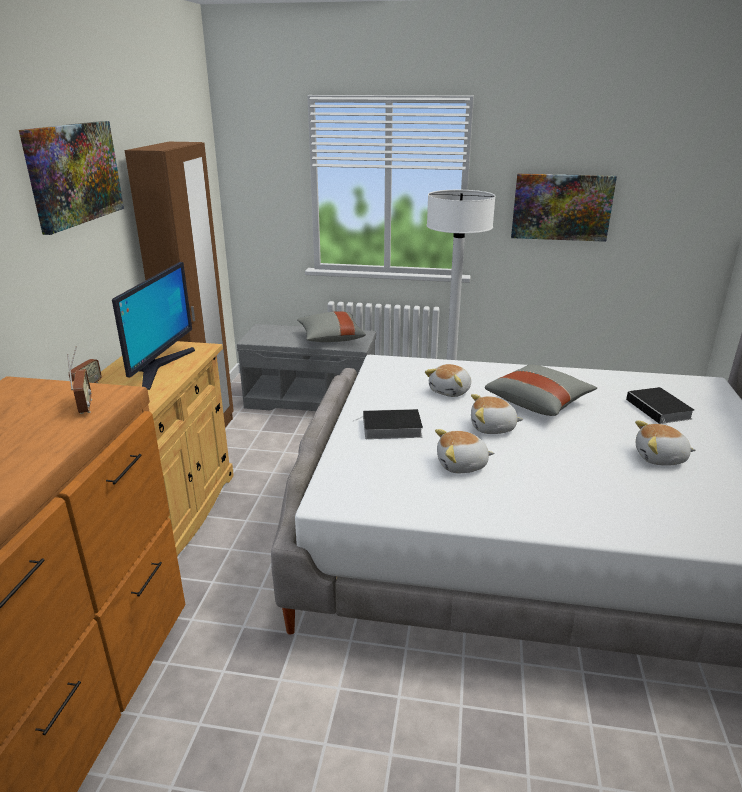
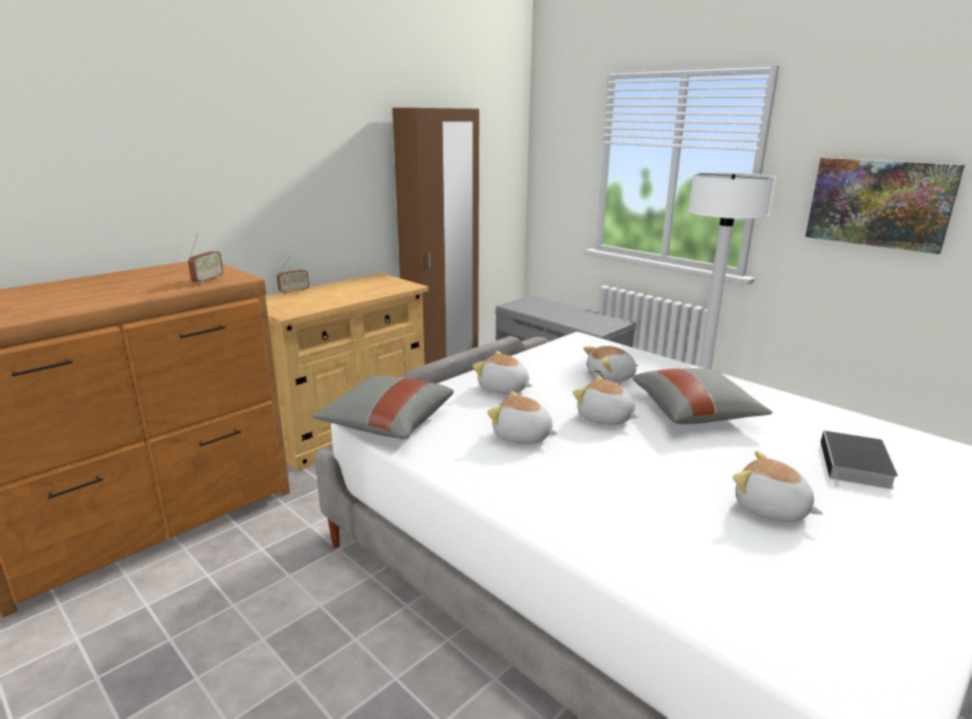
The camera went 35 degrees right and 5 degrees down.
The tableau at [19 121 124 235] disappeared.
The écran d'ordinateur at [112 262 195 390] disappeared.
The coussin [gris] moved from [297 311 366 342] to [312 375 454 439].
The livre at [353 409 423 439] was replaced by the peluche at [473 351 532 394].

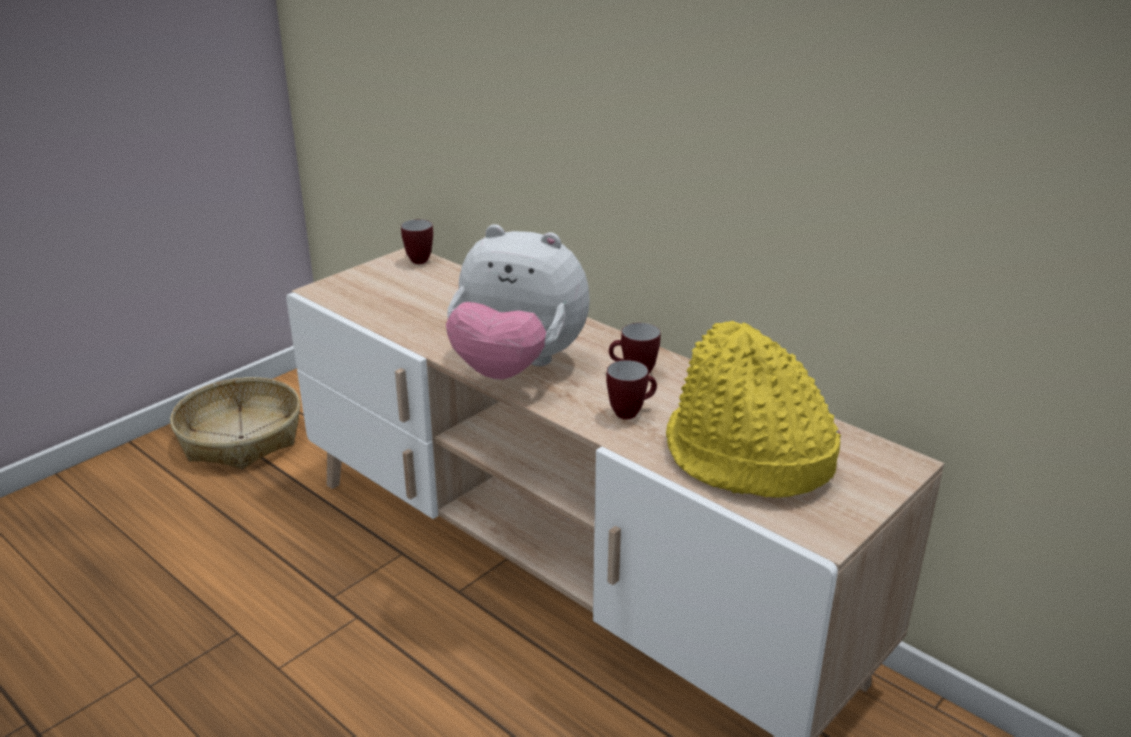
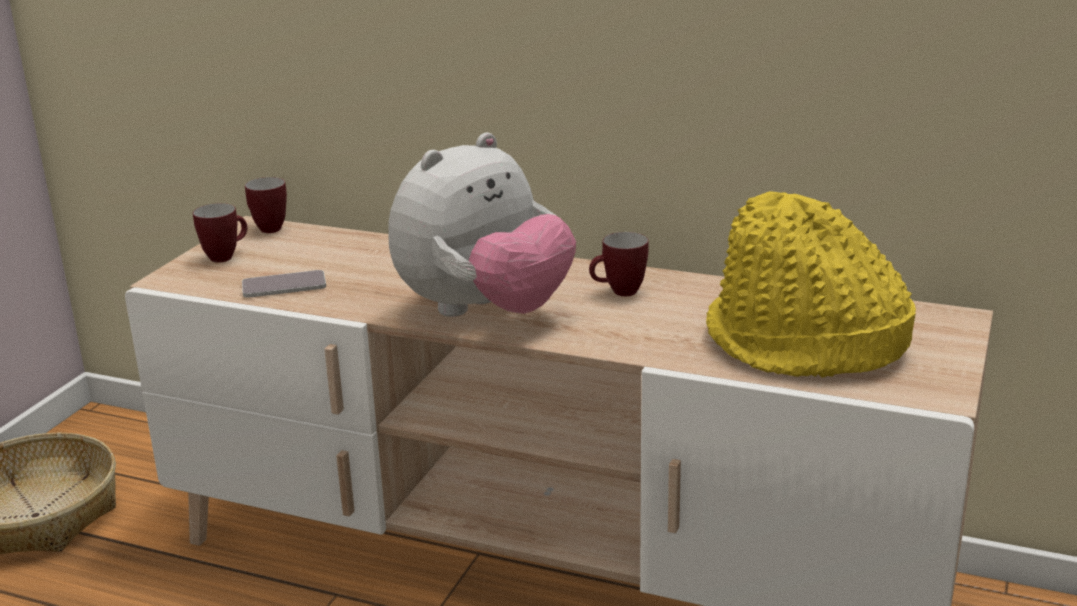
The camera went 20 degrees left and 5 degrees down.
The peluche at [446 224 590 380] turned 45 degrees counterclockwise.
The mug moved from [606 360 657 419] to [193 203 247 263].
The téléphone at [242 270 326 298] appeared.

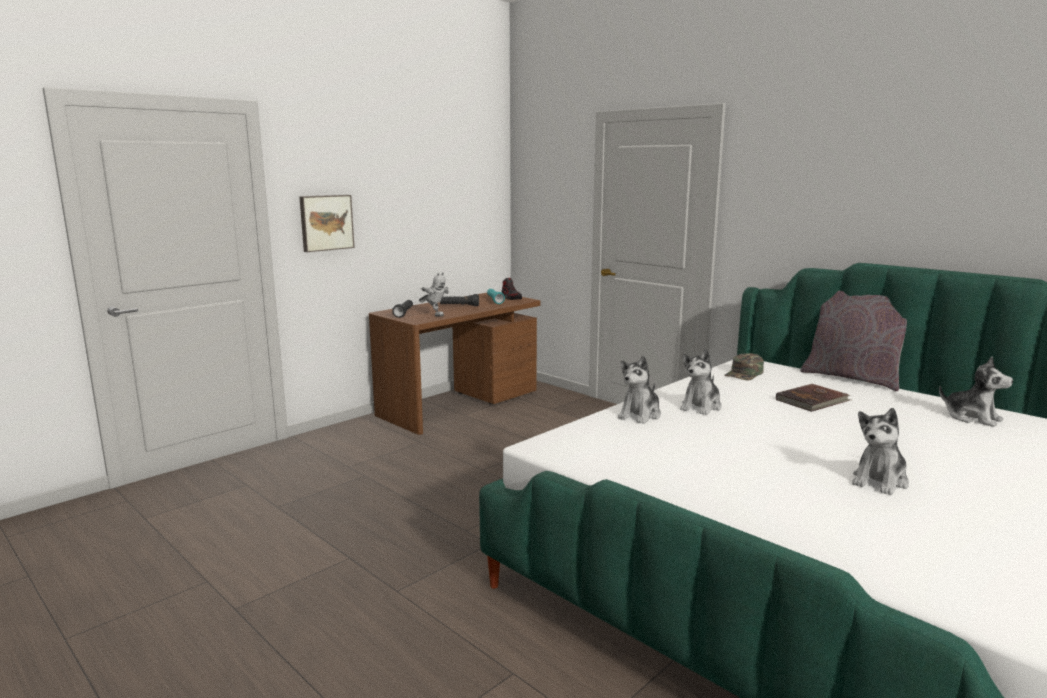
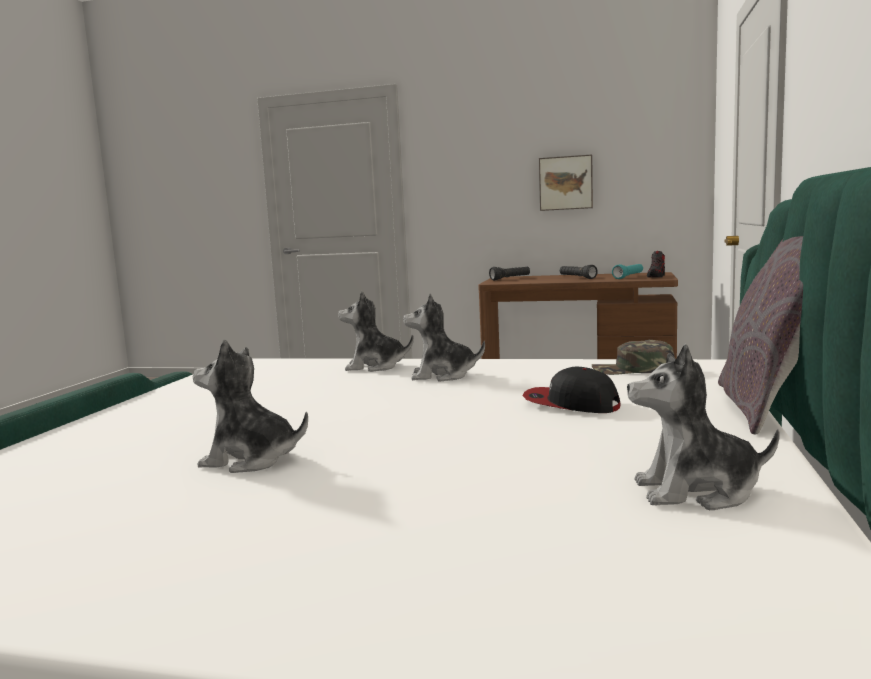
The camera went 60 degrees right and 5 degrees down.
The tableau moved from [299 195 355 252] to [539 154 593 211].
The robot jouet at [419 272 448 316] disappeared.
The livre [marron] at [776 384 851 412] was replaced by the casquette at [523 367 620 413].
The peluche at [939 357 1013 427] turned 75 degrees clockwise.

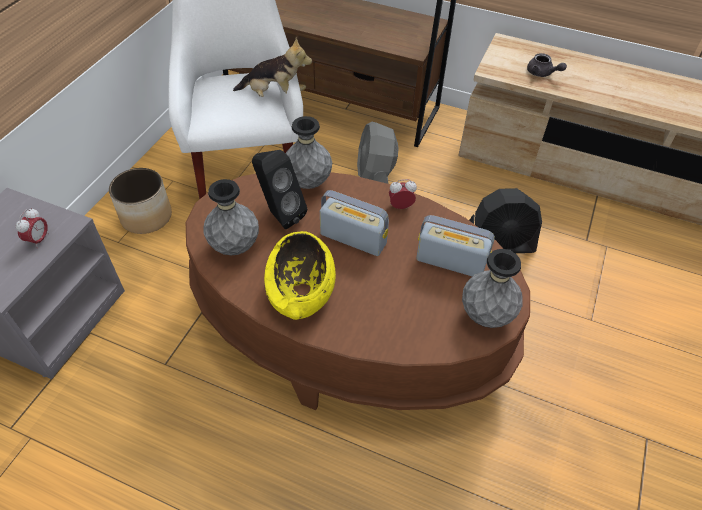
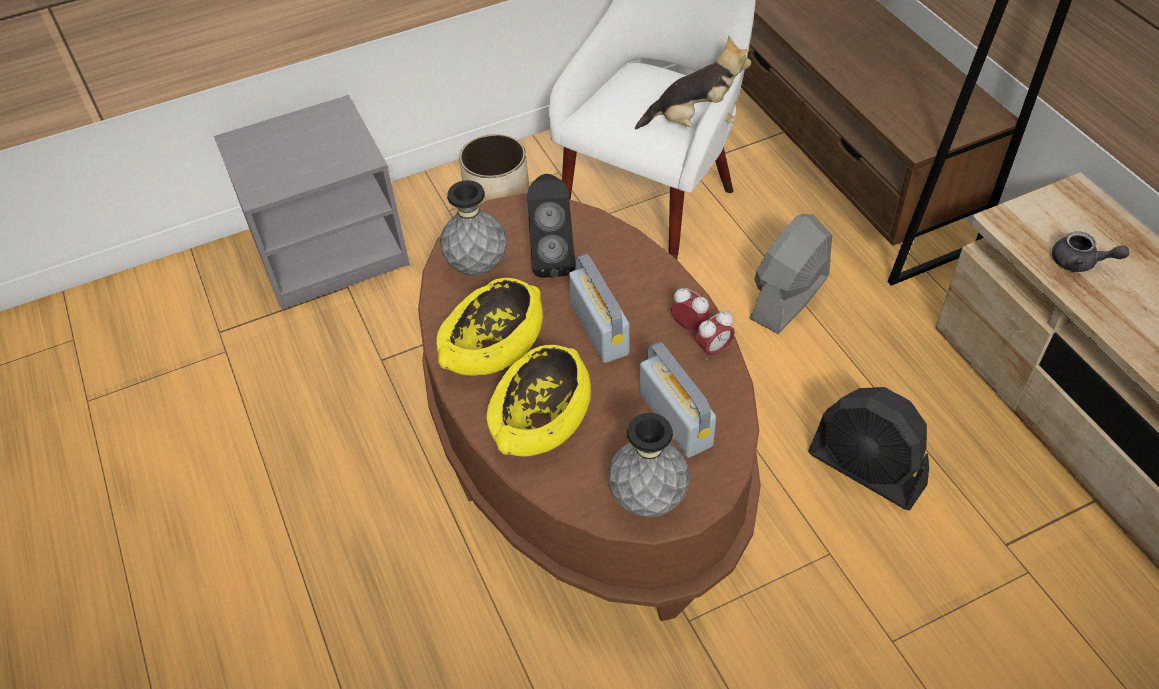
The camera went 45 degrees right and 0 degrees up.
The réveil moved from [16 208 49 248] to [695 311 735 360].
The peluche at [233 38 312 97] turned 60 degrees counterclockwise.
The vase [gris] at [286 116 332 189] disappeared.
The théière [gris] at [527 53 567 77] turned 60 degrees counterclockwise.
The bol [jaune] at [486 345 591 457] appeared.

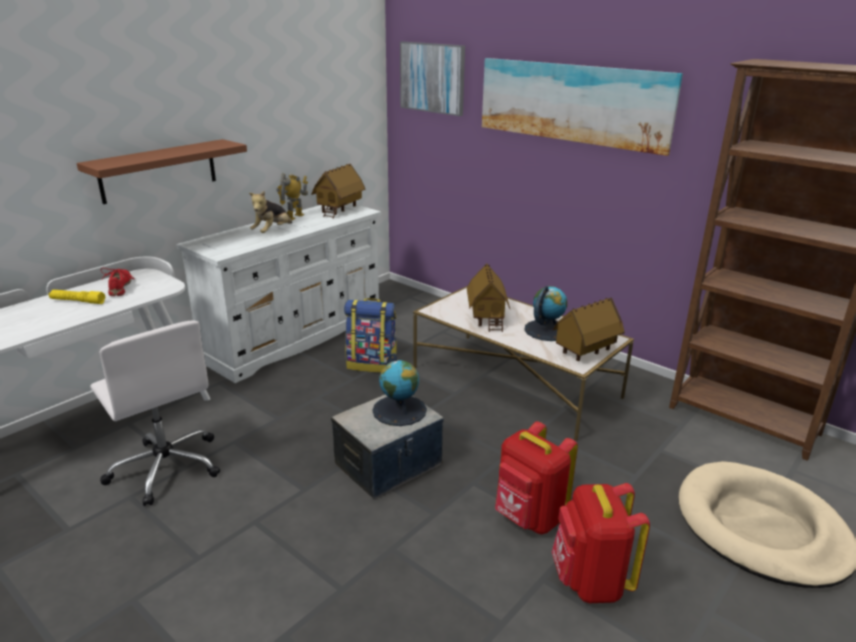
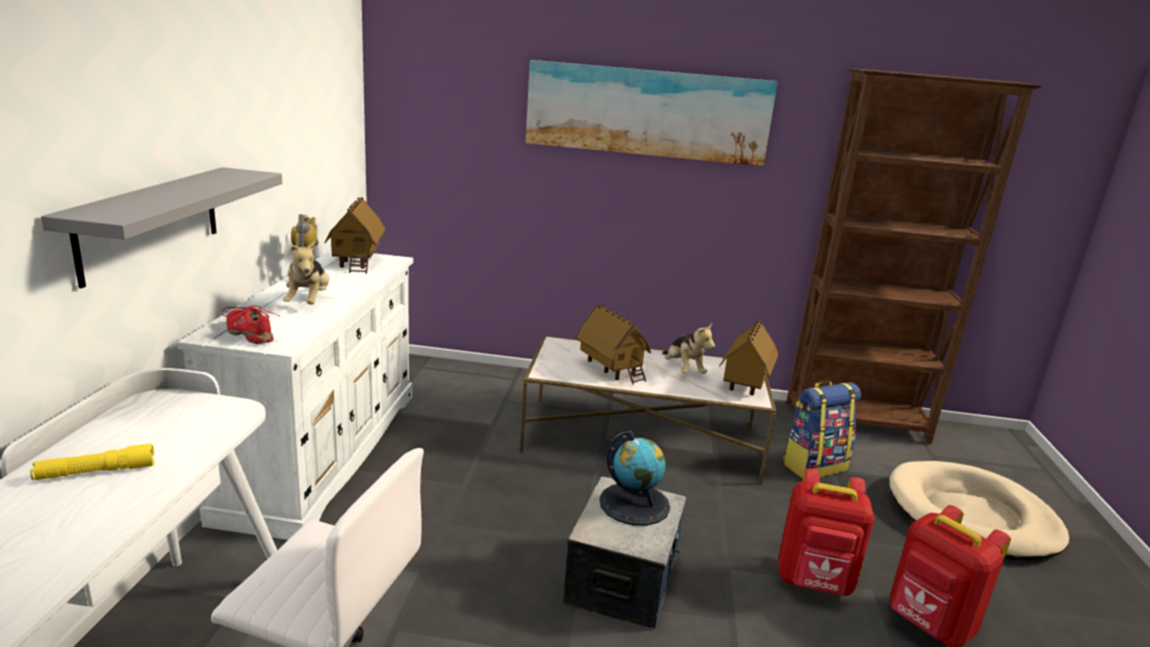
The camera went 35 degrees left and 5 degrees down.
The étagère [marron] at [77 139 247 204] became the étagère [gris] at [41 167 282 288].
The chaussure [rouge] moved from [101 268 135 296] to [222 305 279 344].
The sac à dos moved from [344 298 397 373] to [783 381 861 478].
The tableau at [400 41 465 116] disappeared.
The globe at [524 286 567 341] was replaced by the peluche at [662 323 715 373].

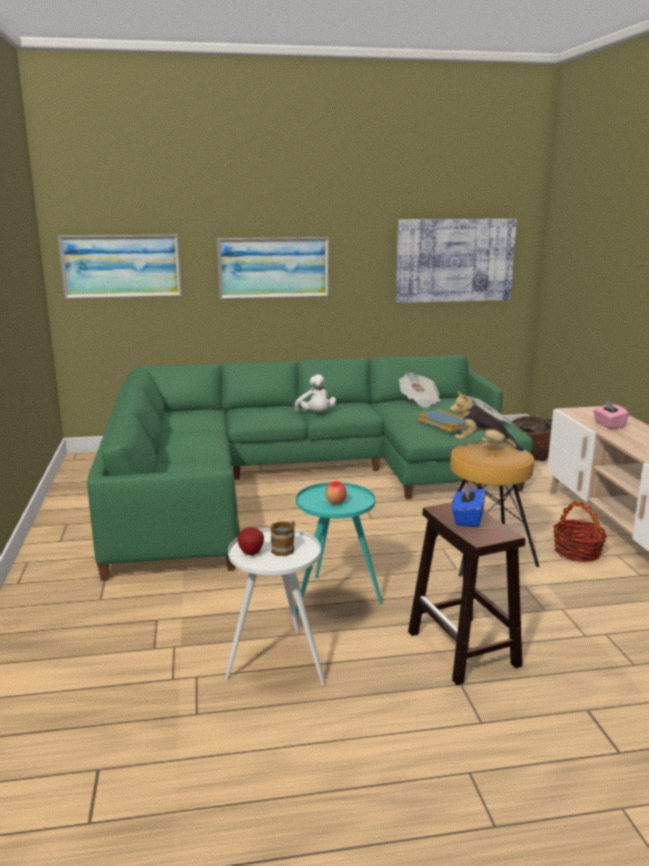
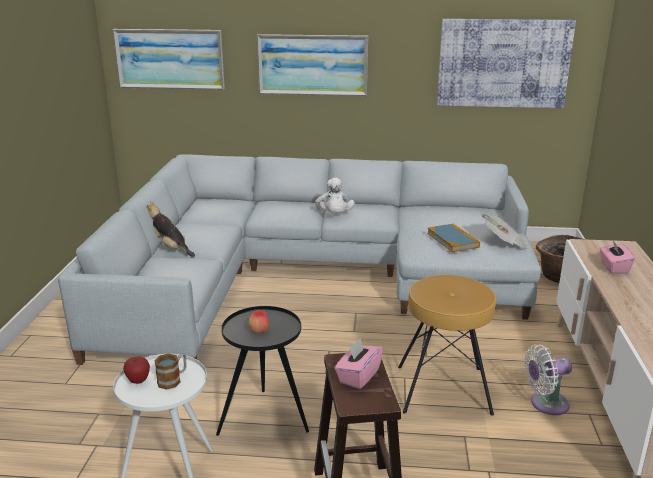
The camera went 15 degrees right and 5 degrees up.
The canapé [vert] at [87 355 533 581] became the canapé [gris] at [58 155 541 365].
The table d'appoint [turquoise] at [296 482 383 616] became the table d'appoint [noir] at [216 306 309 436].
The journal at [399 373 441 408] disappeared.
The peluche moved from [450 391 524 451] to [147 201 195 257].
The boîte à mouchoirs [bleu] at [452 482 486 527] became the boîte à mouchoirs [rose] at [334 338 383 389].
The panier at [553 501 608 562] was replaced by the ventilateur [blanc] at [524 344 572 415].

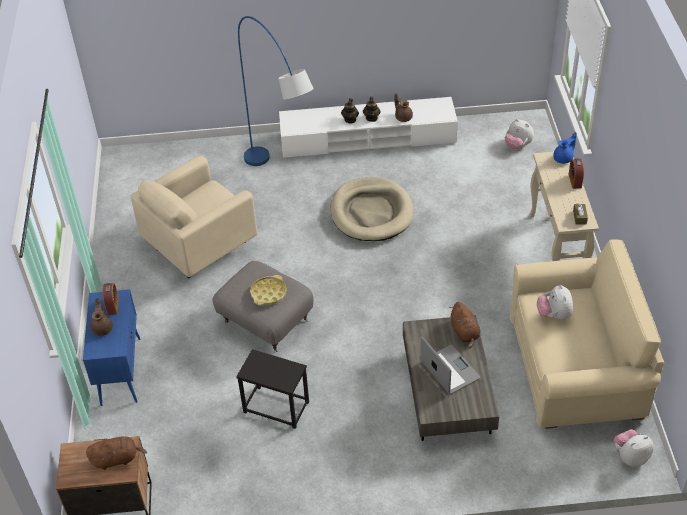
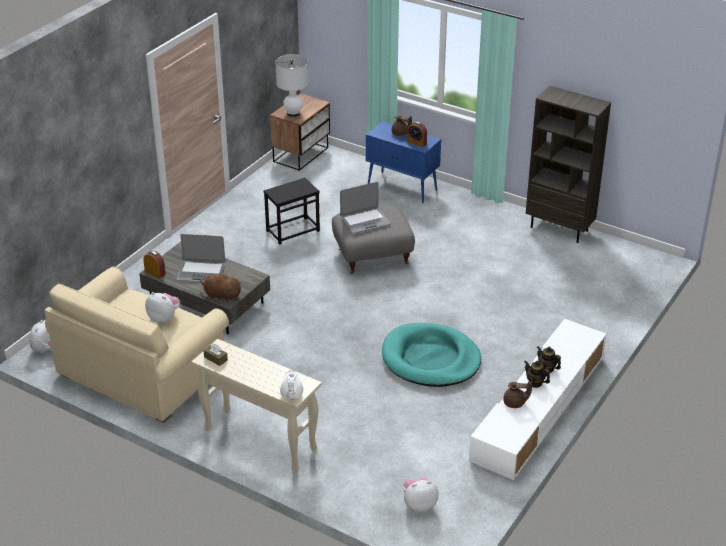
The camera went 125 degrees right and 10 degrees down.
The peluche [marron] at [86 436 147 470] was replaced by the lampe de table [blanc] at [275 54 309 117].
The fauteuil [beige] at [131 156 257 278] disappeared.
The lampadaire [bleu] at [238 16 314 166] disappeared.
The plateau [jaune] at [250 275 287 305] was replaced by the ordinateur portable at [340 182 391 233].
The panier pour chien [beige] at [331 177 414 241] became the panier pour chien [turquoise] at [382 323 481 387].
The théière [bleu] at [553 132 577 164] became the théière [blanc] at [280 370 303 399].
The réveil moved from [568 158 584 189] to [143 251 166 279].
The bibliothèque [marron] at [526 85 611 243] appeared.

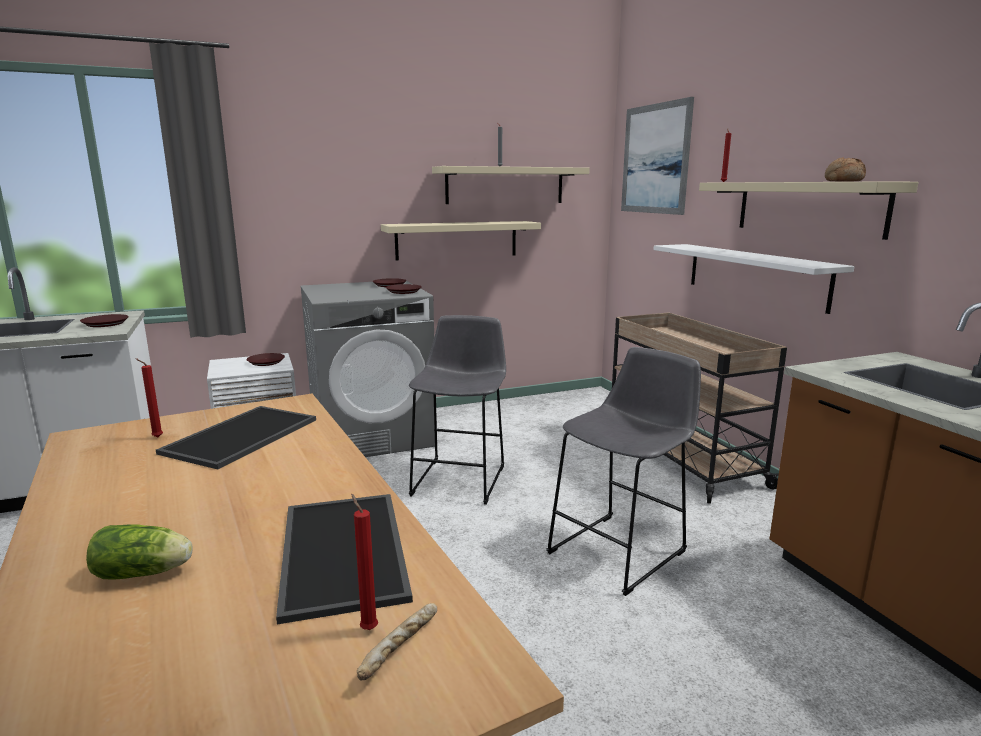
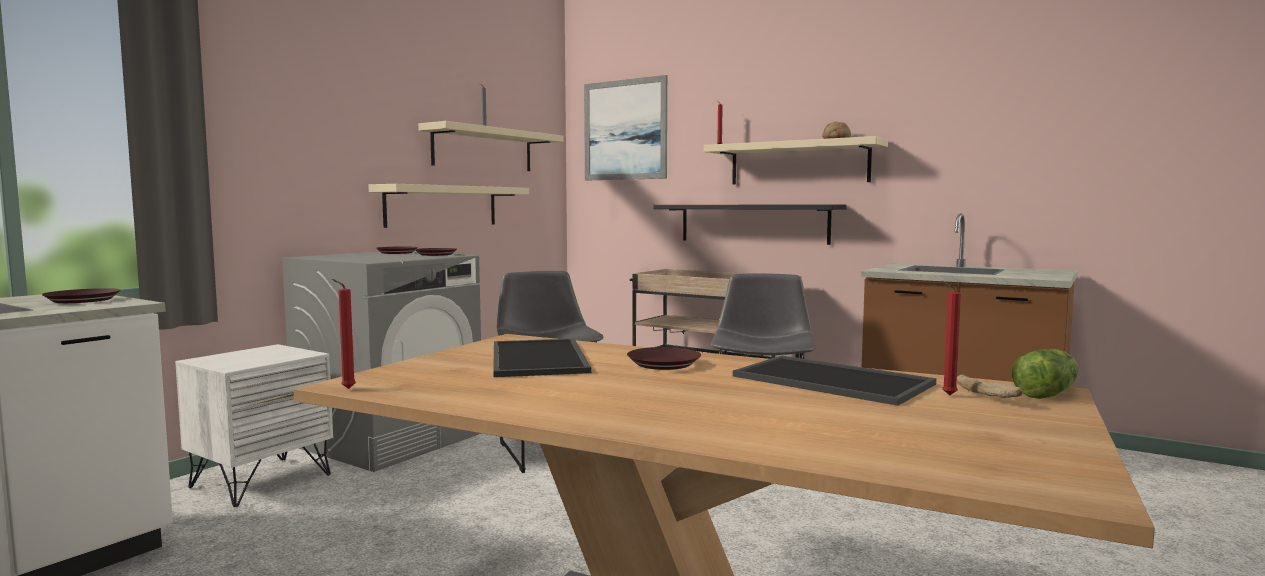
The camera went 35 degrees left and 10 degrees down.
The laitue moved from [86 524 193 580] to [1012 349 1078 399].
The bougie [rouge] moved from [135 358 163 438] to [332 279 356 389].
The assiette [marron] moved from [246 353 285 366] to [627 347 701 370].
The étagère [blanc] at [653 244 855 314] became the étagère [noir] at [653 205 847 245].

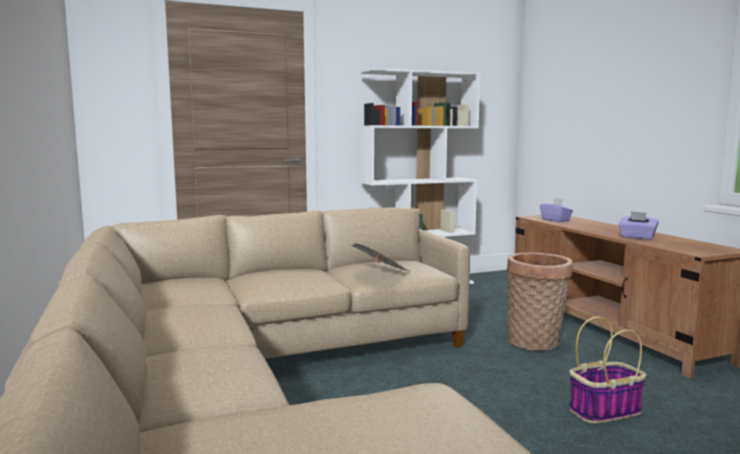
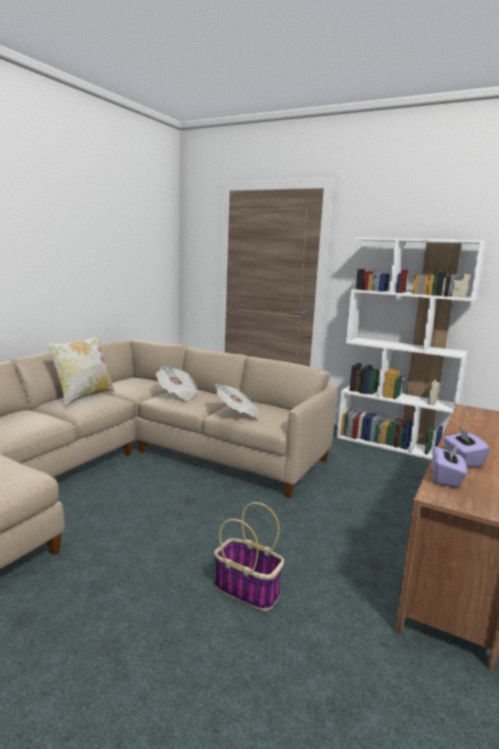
The camera went 50 degrees right and 5 degrees up.
The panier at [506 252 573 350] disappeared.
The boîte à mouchoirs [violet] moved from [540 198 573 222] to [432 445 467 488].
The coussin at [46 334 115 407] appeared.
The journal at [156 366 199 400] appeared.

